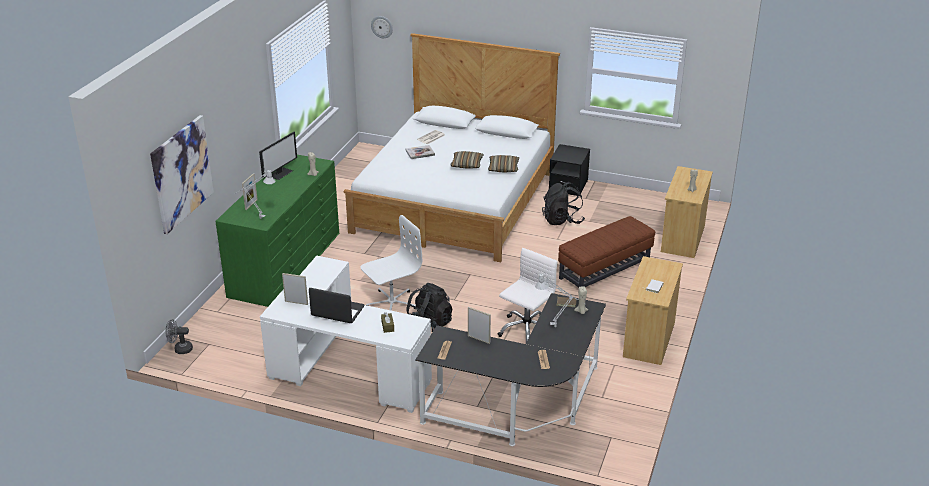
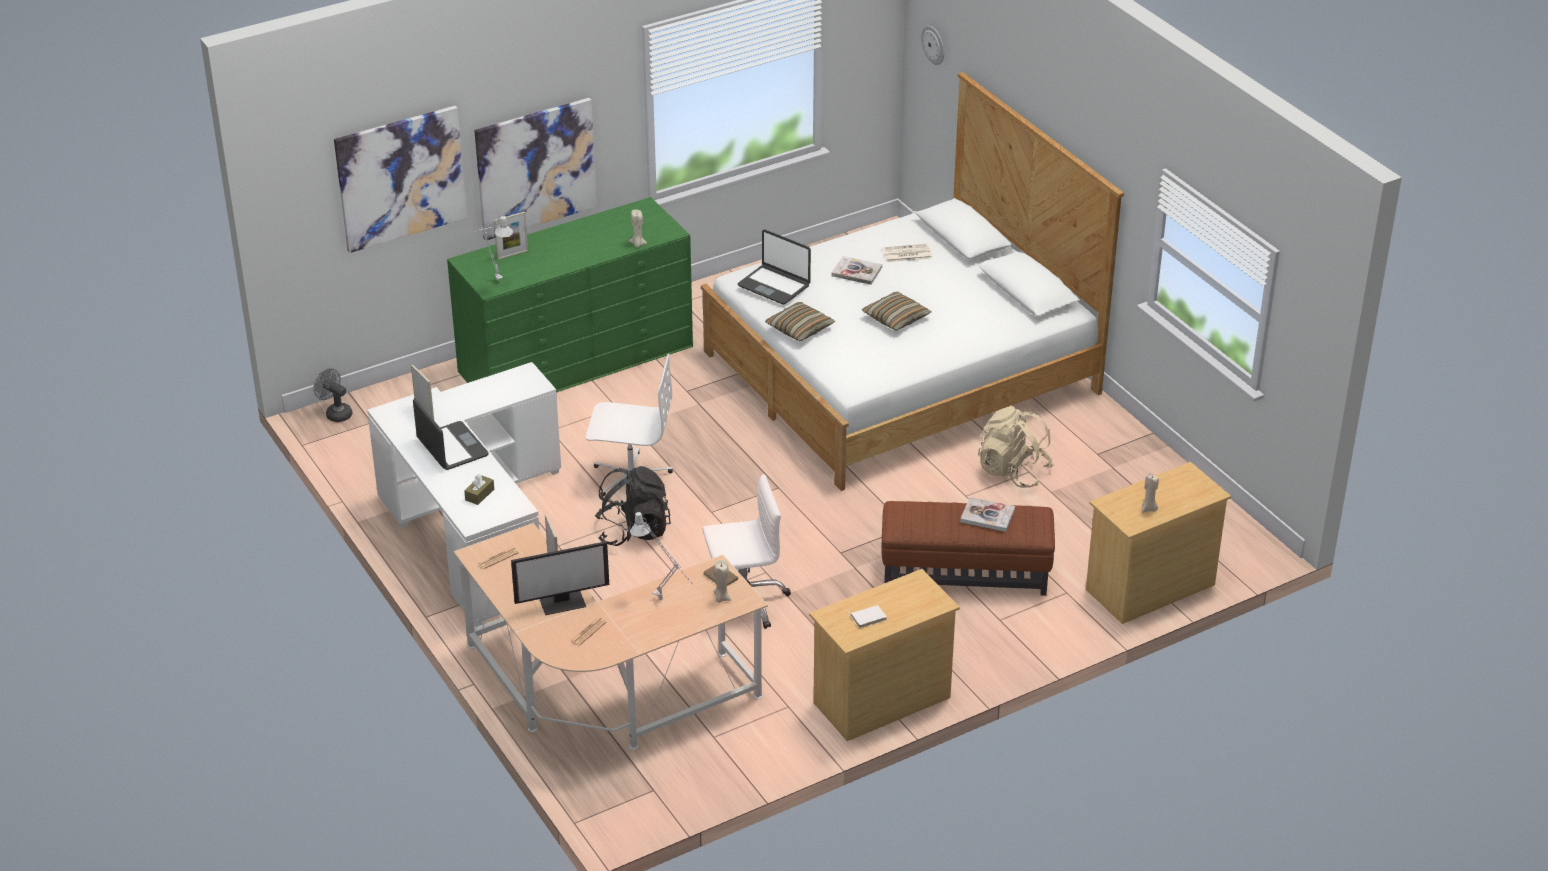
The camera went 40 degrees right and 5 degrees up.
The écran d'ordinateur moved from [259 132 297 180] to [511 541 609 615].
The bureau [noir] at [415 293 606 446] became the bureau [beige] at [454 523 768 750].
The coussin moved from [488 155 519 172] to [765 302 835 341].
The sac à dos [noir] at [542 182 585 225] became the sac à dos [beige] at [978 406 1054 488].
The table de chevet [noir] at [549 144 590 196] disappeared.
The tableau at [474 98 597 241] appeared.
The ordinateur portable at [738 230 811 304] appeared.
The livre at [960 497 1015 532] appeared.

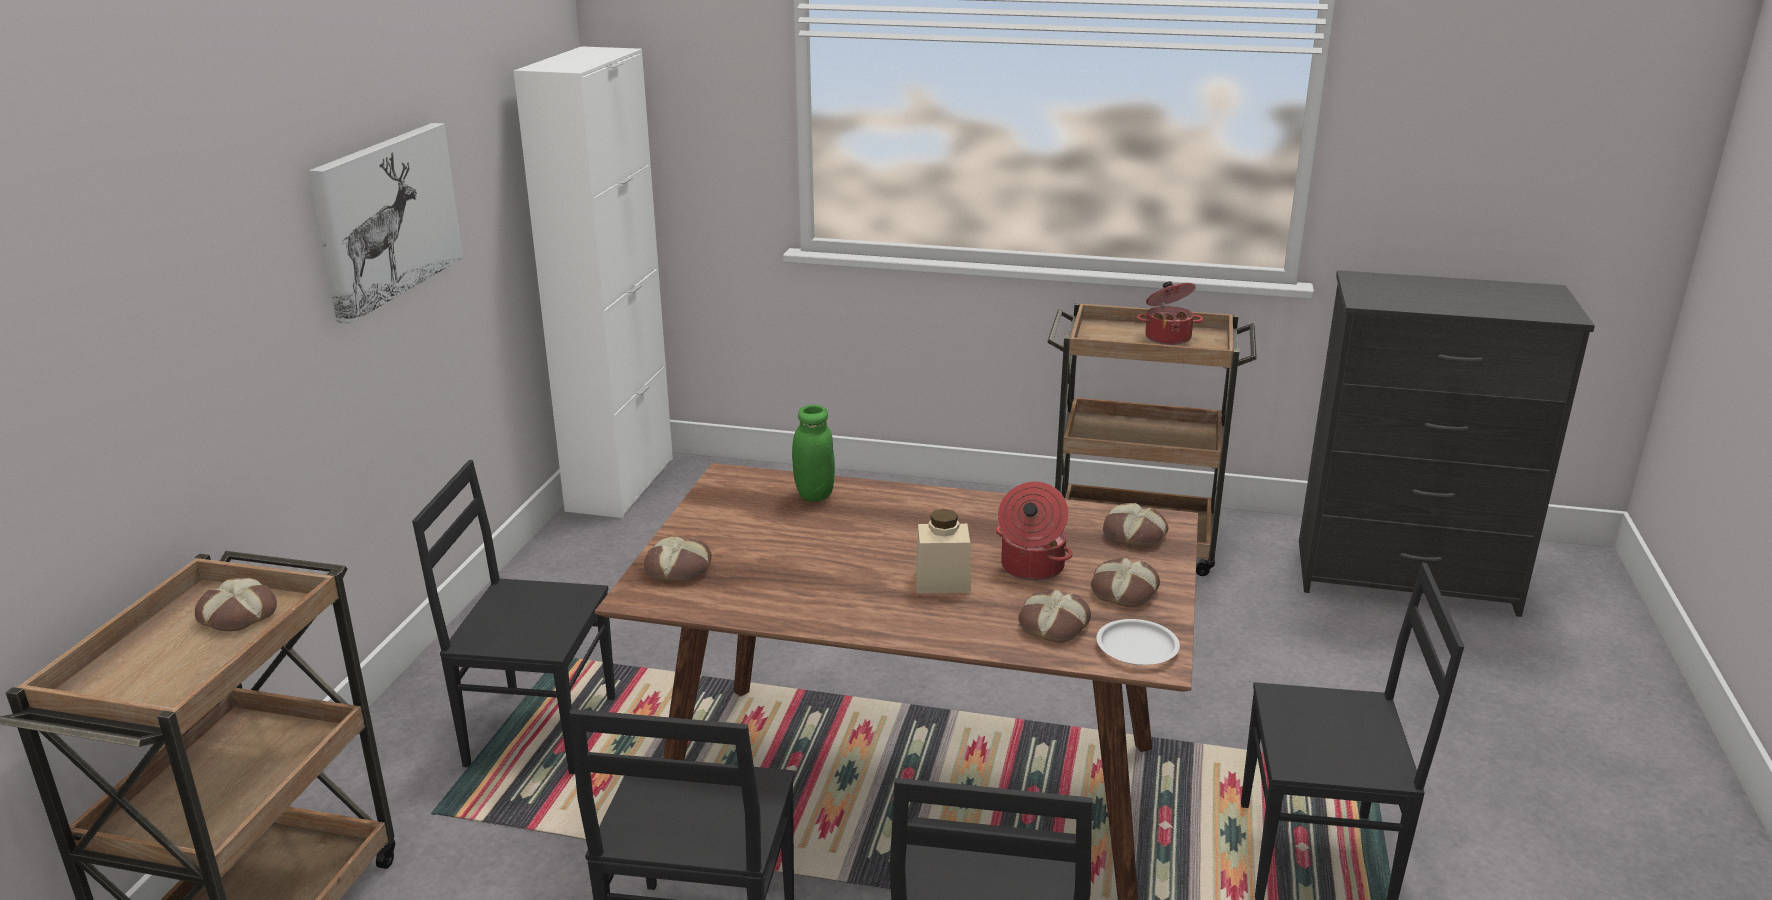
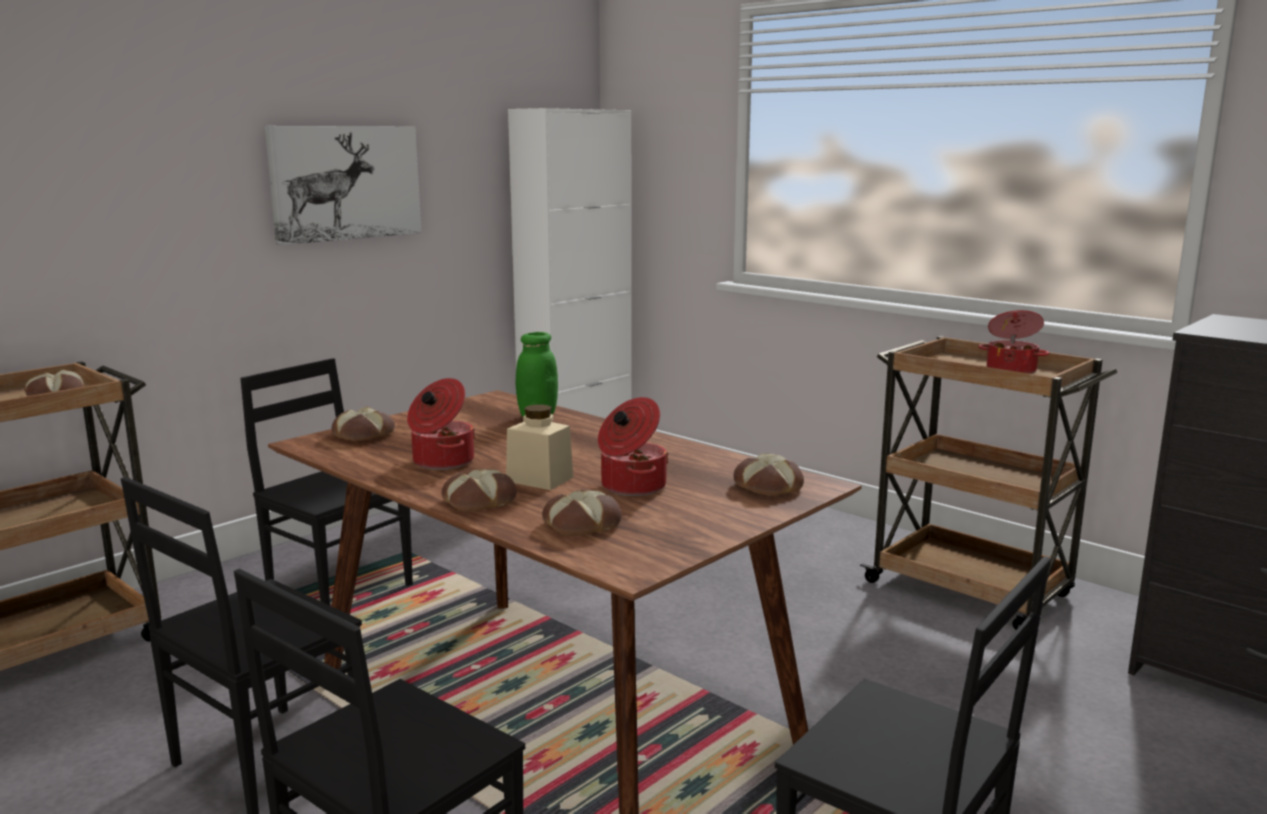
The camera went 30 degrees right and 10 degrees down.
The pain moved from [1091 558 1160 608] to [442 469 517 512].
The assiette [blanc] at [1096 619 1180 665] disappeared.
The marmite at [407 378 475 470] appeared.

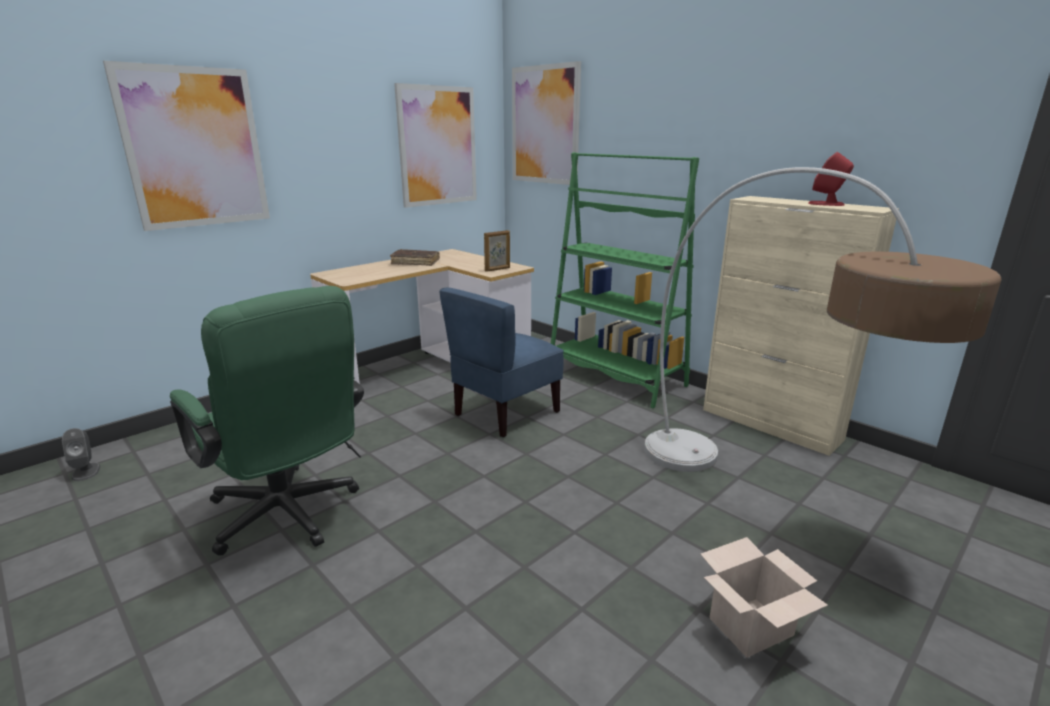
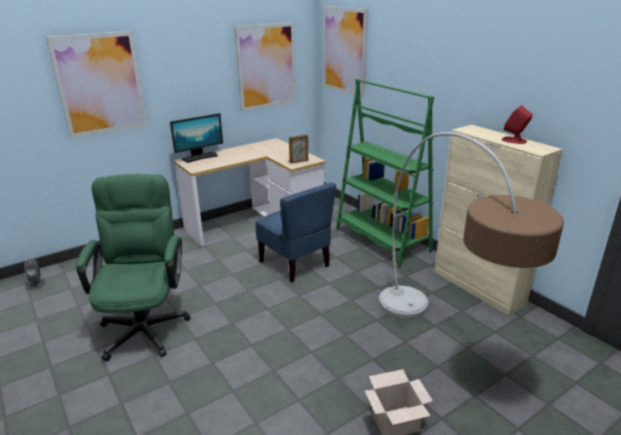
The camera went 10 degrees right and 5 degrees up.
The chaise de bureau [vert] at [170 286 364 555] turned 150 degrees counterclockwise.
The livre [marron] at [390 249 440 266] disappeared.
The chaise [bleu] at [439 288 564 438] turned 90 degrees counterclockwise.
The écran d'ordinateur at [170 113 223 163] appeared.

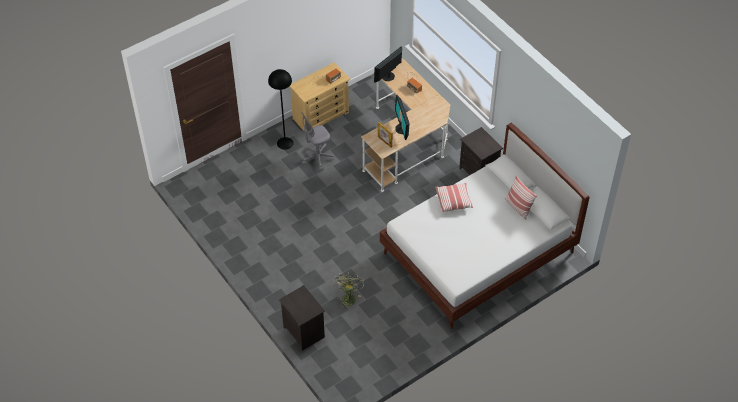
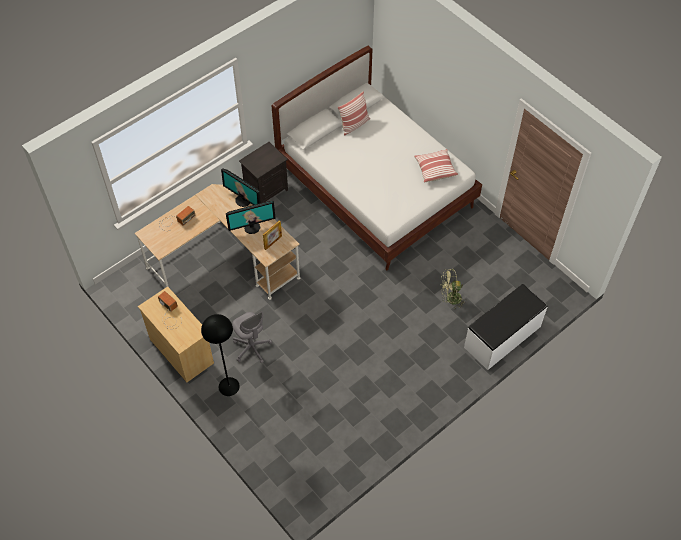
The camera went 95 degrees left and 5 degrees up.
The table de chevet [noir] at [279 285 325 351] was replaced by the banc [blanc] at [464 284 547 370].
The écran d'ordinateur moved from [374 46 402 82] to [221 168 260 207].
The coussin moved from [435 183 473 212] to [414 149 458 183].

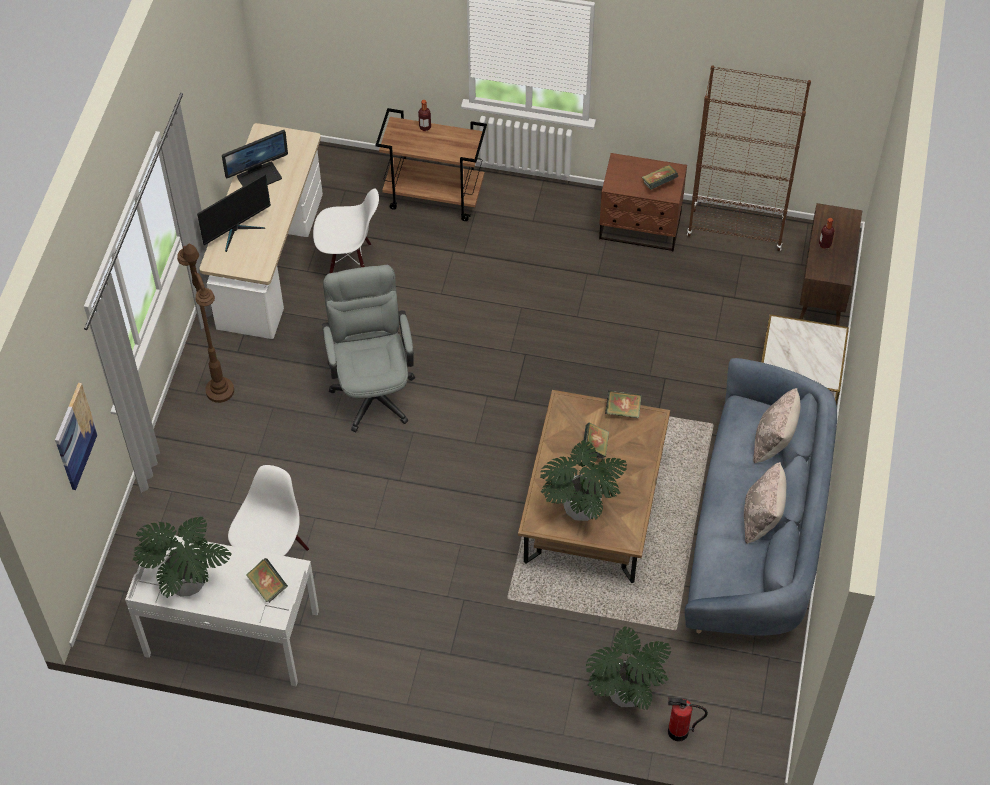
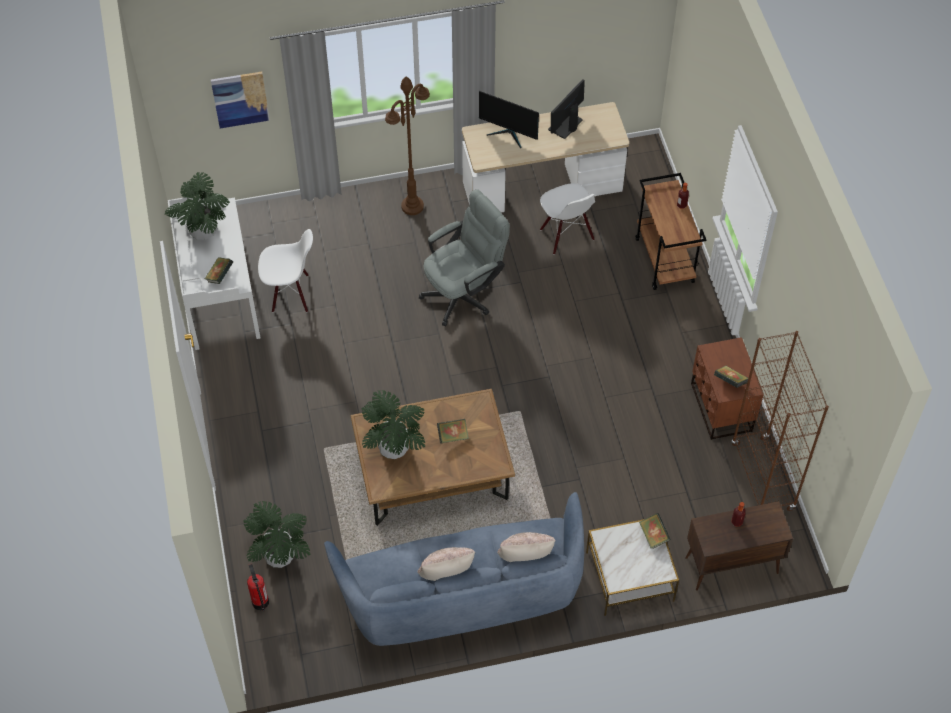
The camera went 65 degrees right and 0 degrees up.
The écran d'ordinateur at [222 130 288 186] turned 90 degrees clockwise.
The livre moved from [605 390 642 418] to [639 513 671 549].

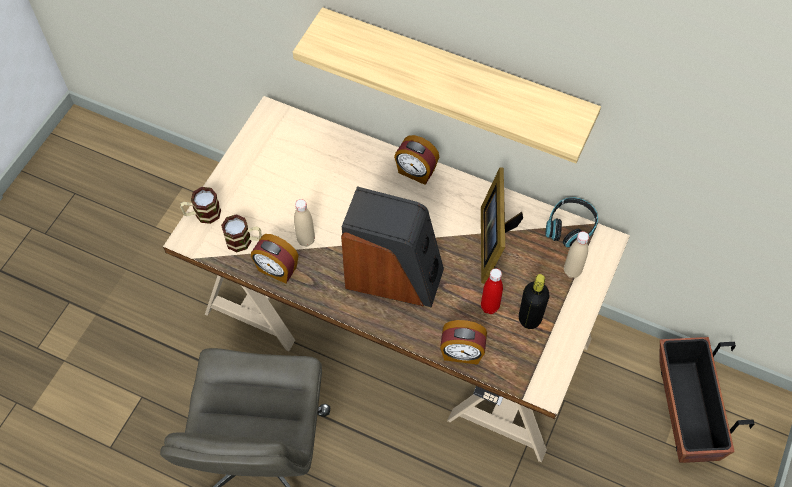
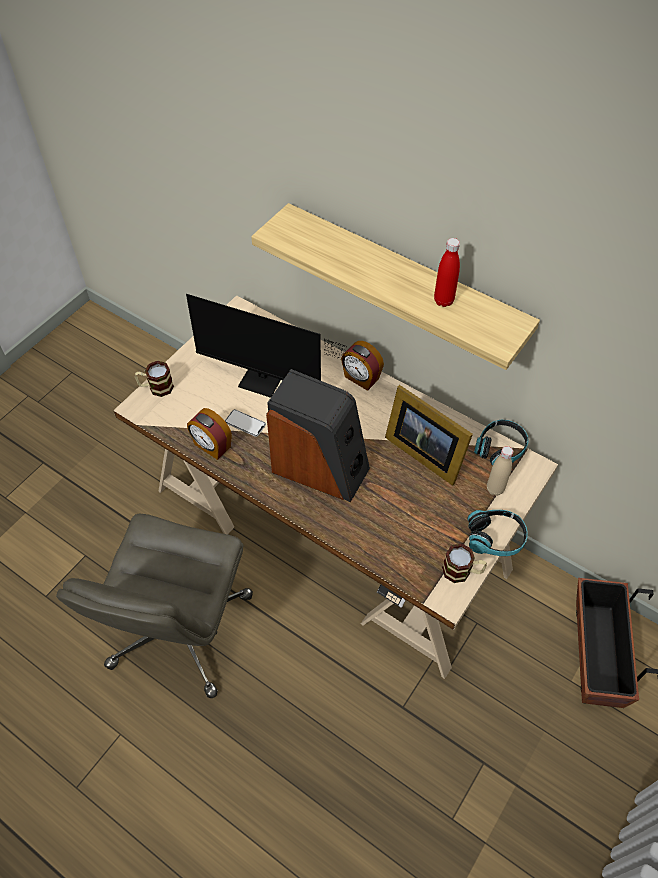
The camera went 10 degrees right and 5 degrees down.
The mug moved from [221 214 262 252] to [442 543 487 583].
The bouteille [beige] at [294 199 315 247] was replaced by the téléphone at [225 409 266 437].
The réveil at [440 320 487 365] disappeared.
The cadre photo at [481 167 523 284] turned 60 degrees counterclockwise.
The bouteille [rouge] moved from [481 268 503 314] to [434 238 460 307].
The bouteille [noir] at [519 274 549 329] disappeared.
The écran d'ordinateur at [186 294 364 398] appeared.
The casque audio at [468 510 528 556] appeared.

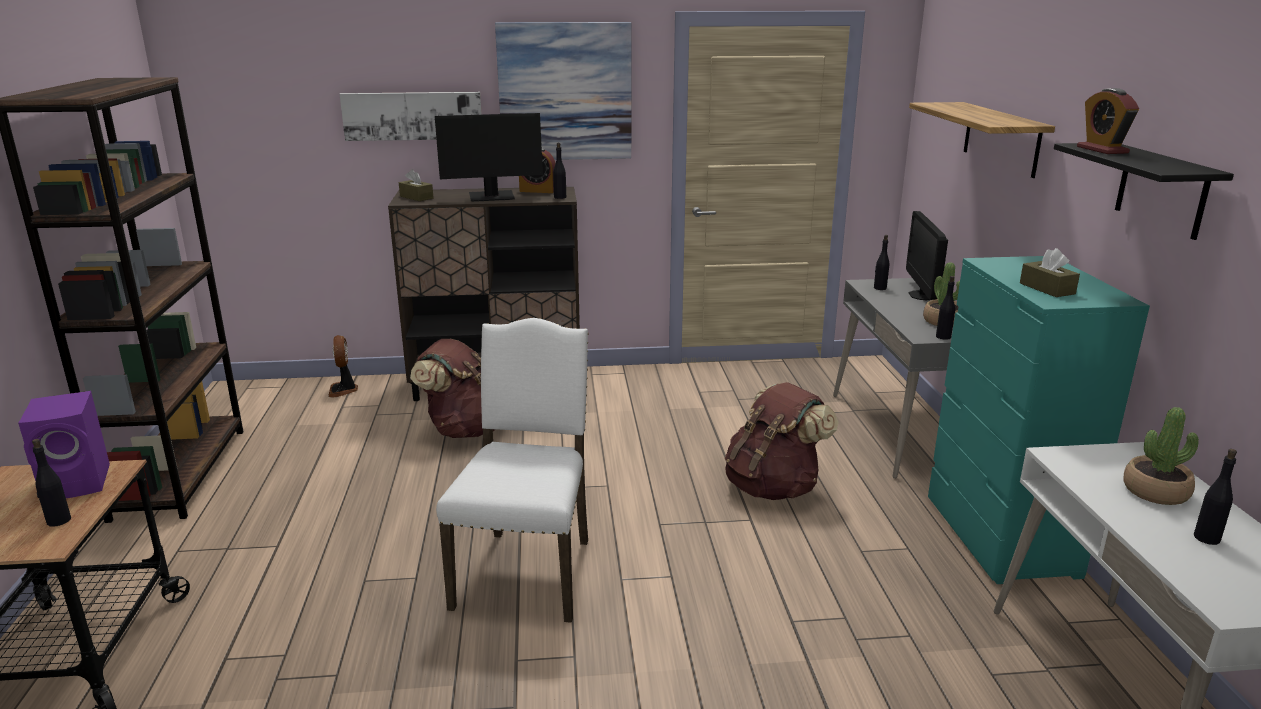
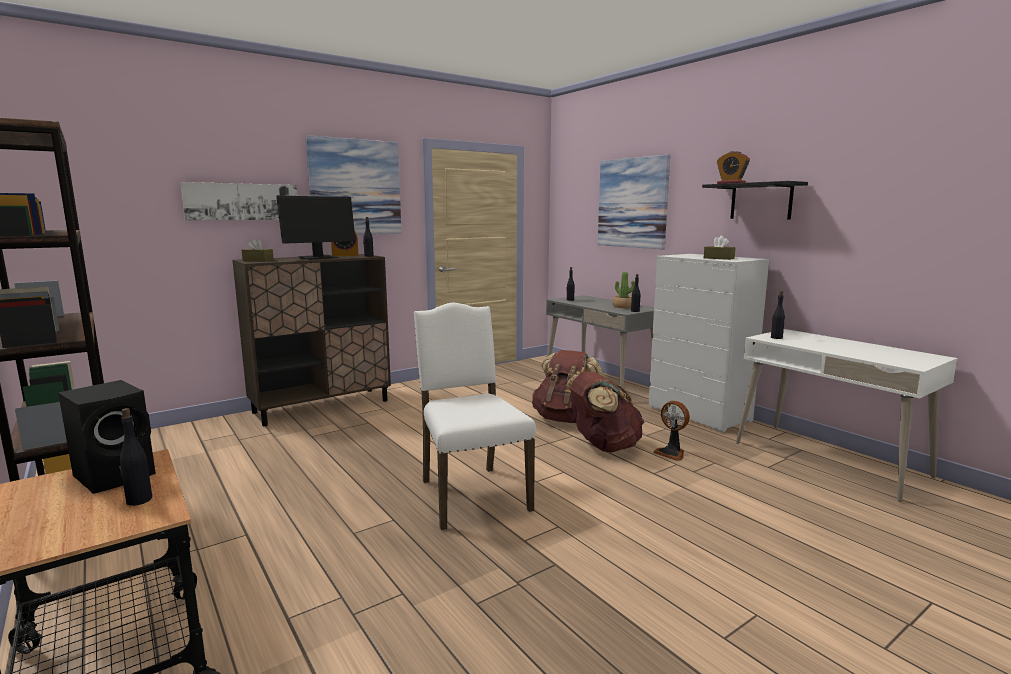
The camera went 30 degrees left and 10 degrees down.
The enceinte [violet] at [18 391 110 498] became the enceinte [noir] at [58 380 156 494].
The ventilateur moved from [328 335 358 398] to [653 401 690 461].
The sac à dos [marron] moved from [410 339 496 438] to [567 371 645 453].
The écran d'ordinateur at [906 211 948 300] disappeared.
The étagère at [909 102 1055 178] was replaced by the tableau at [598 154 670 249].
The commode [turquoise] at [928 256 1150 584] became the commode [blanc] at [649 254 769 433].
The plante en pot at [1123 407 1199 505] disappeared.
The bouteille [noir] moved from [1194 449 1237 545] to [771 291 785 339].

